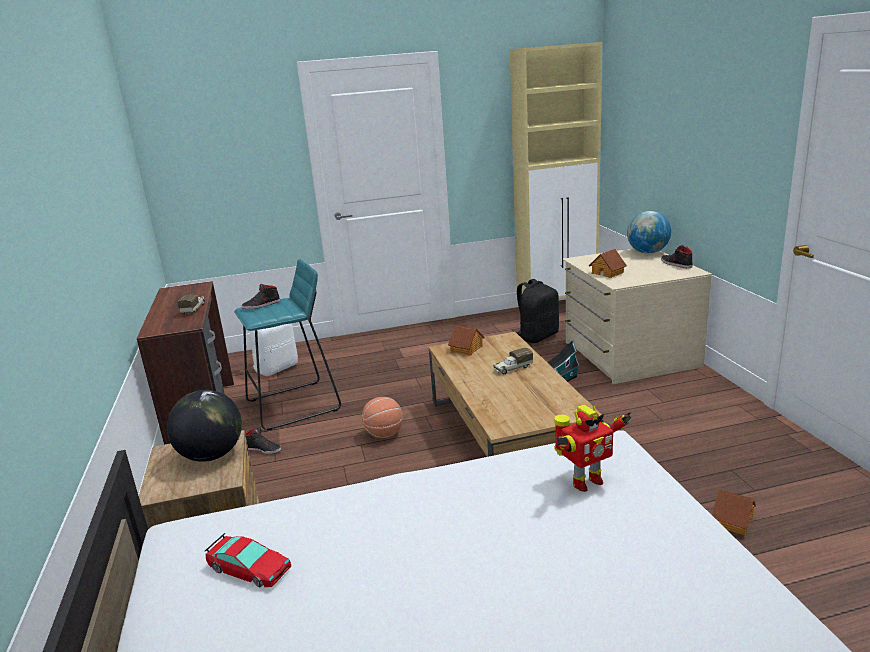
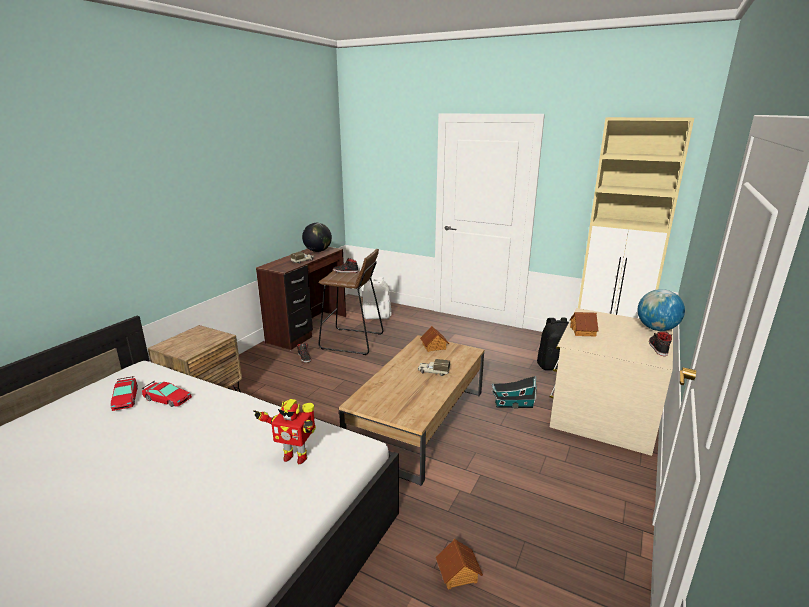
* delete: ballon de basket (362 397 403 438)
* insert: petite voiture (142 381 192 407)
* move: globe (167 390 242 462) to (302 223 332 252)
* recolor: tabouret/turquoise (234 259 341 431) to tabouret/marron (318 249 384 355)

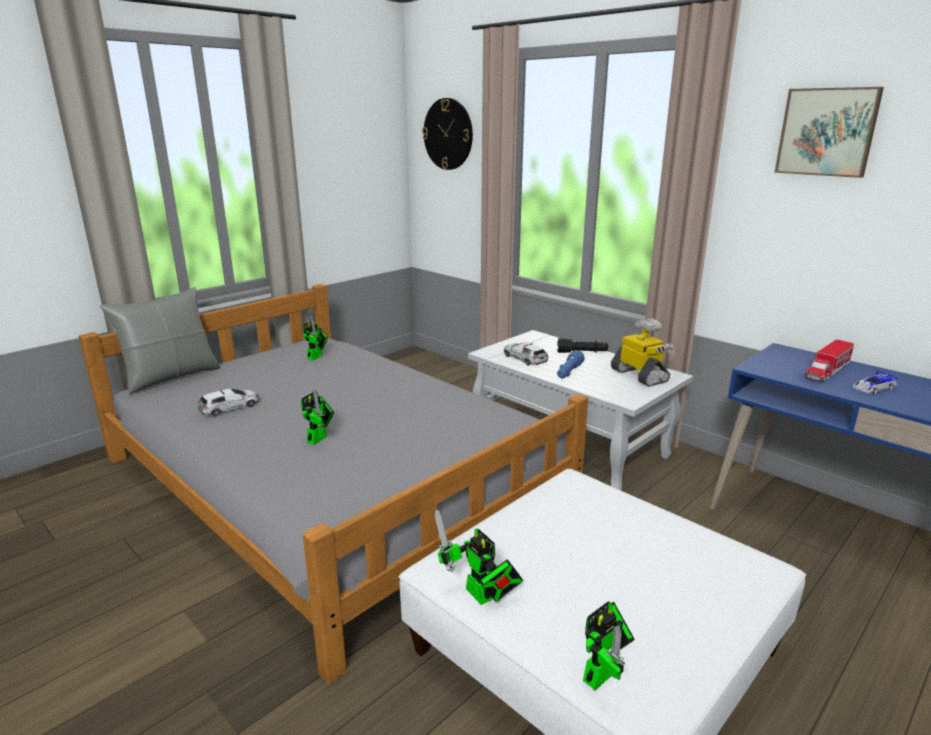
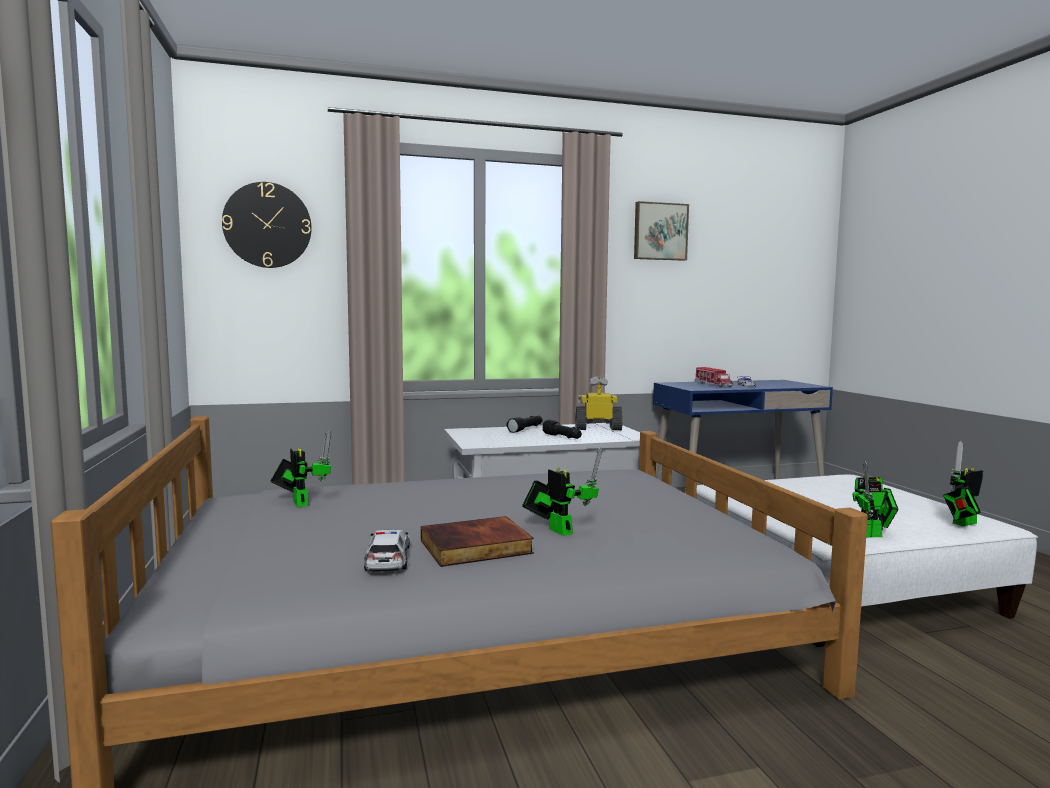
* delete: coussin/gris (100 287 220 394)
* delete: petite voiture (504 343 548 366)
* insert: livre (421 516 534 567)
* recolor: lampe de poche/bleu (557 350 585 378) to lampe de poche/noir (543 420 582 439)
* rotate: robot jouet (583 602 635 690) = (943 441 983 526) 105 degrees counterclockwise

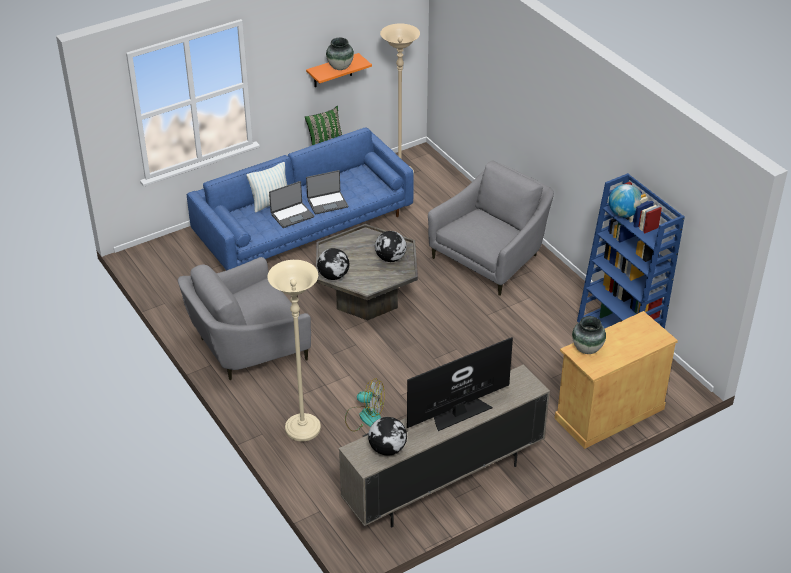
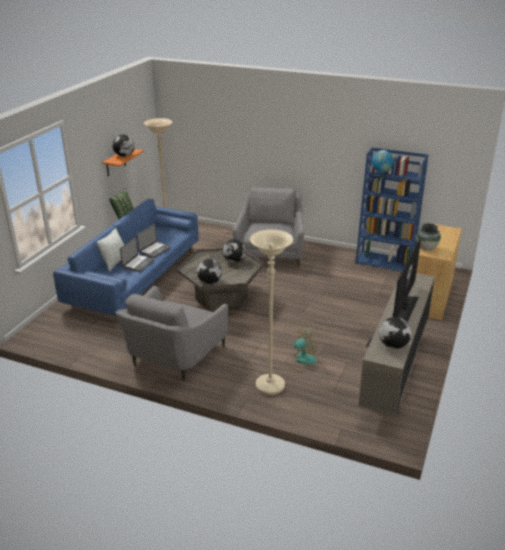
* replace: vase (326 38 354 70) to globe (112 134 135 157)

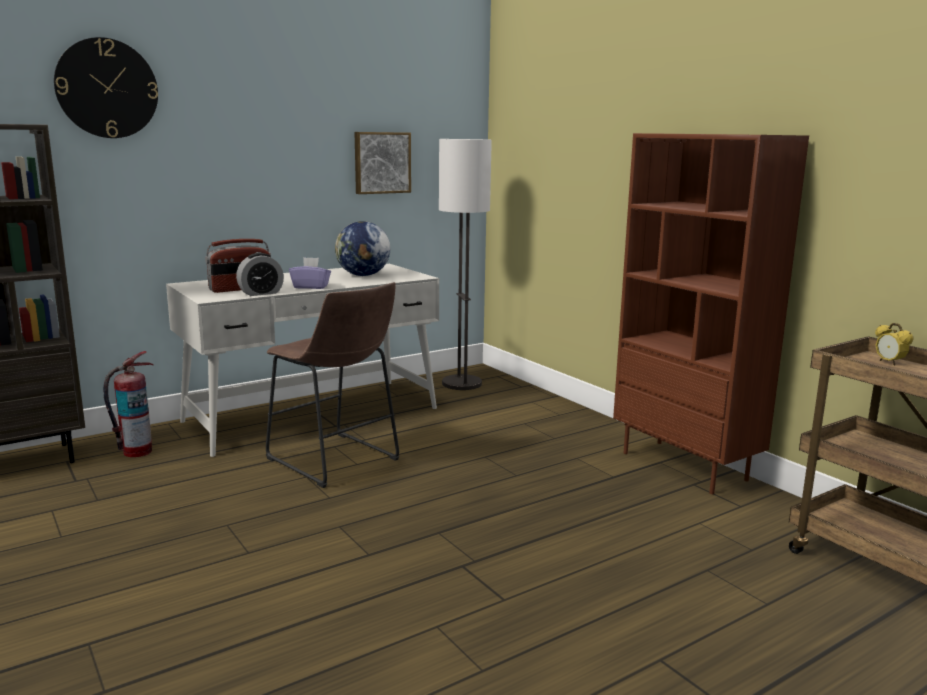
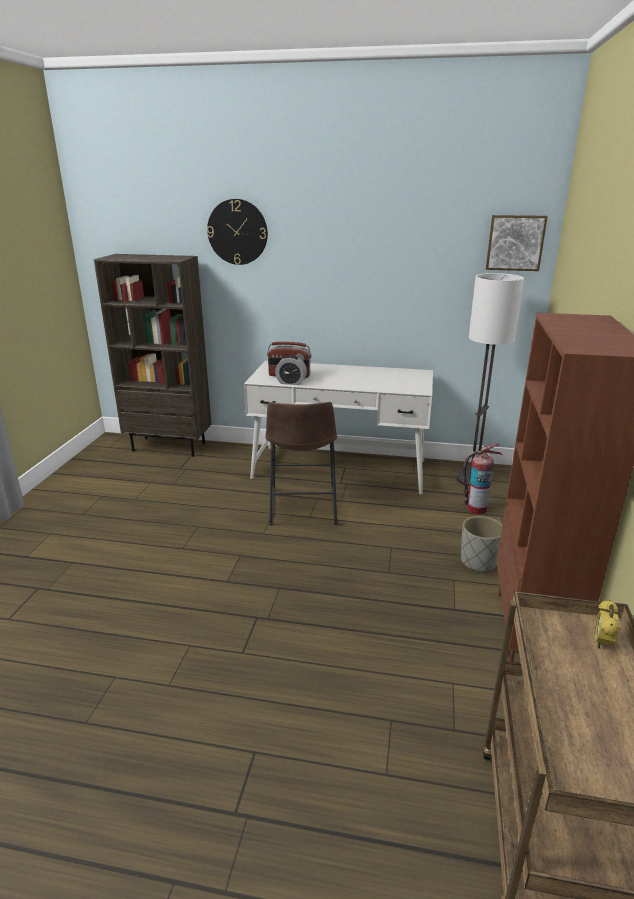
* delete: boîte à mouchoirs/violet (289 257 331 289)
* delete: globe (335 221 390 276)
* insert: cache-pot/gris (461 516 502 573)
* move: extincteur (103 351 154 457) to (463 444 502 515)
* move: tableau (355 132 411 194) to (486 215 548 271)

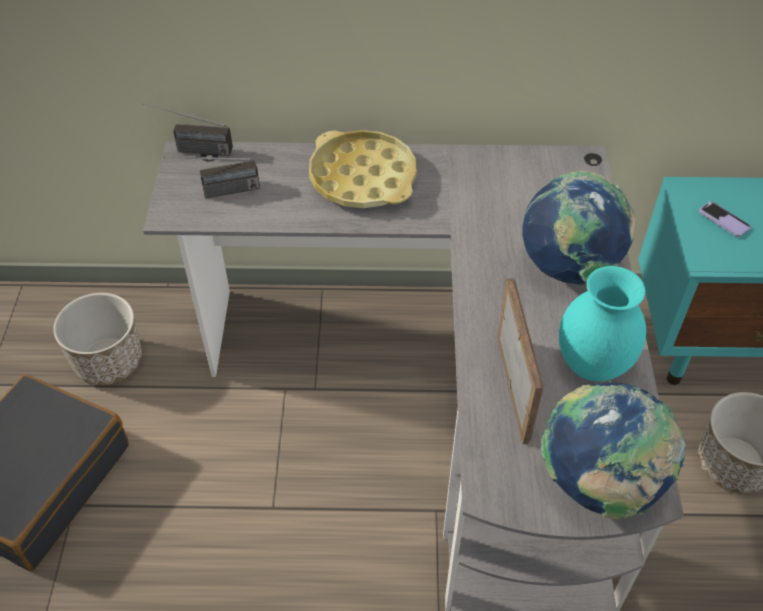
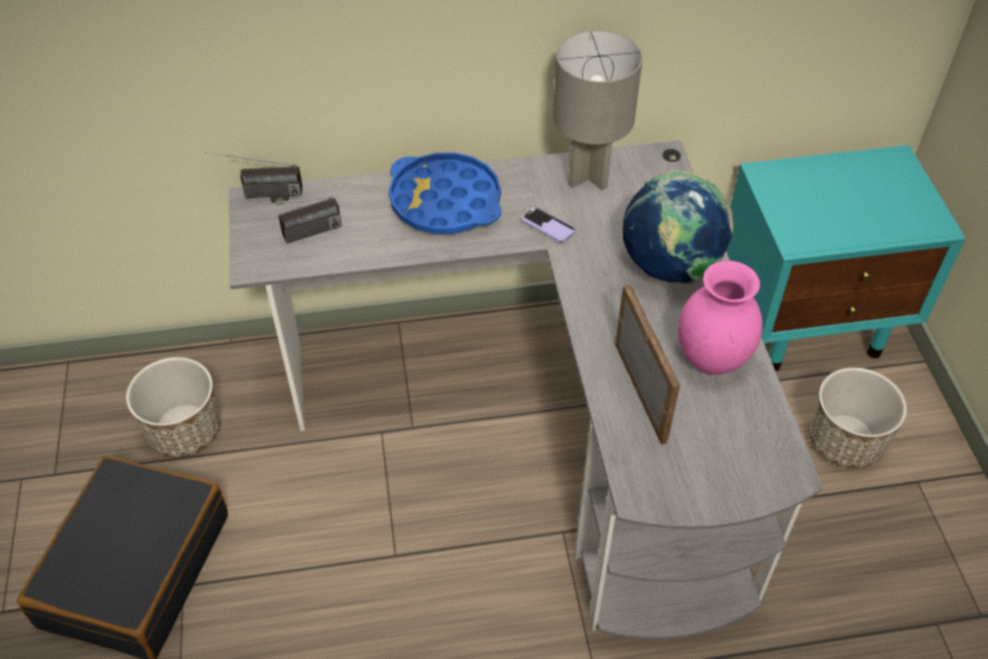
* delete: globe (541 382 686 520)
* insert: lampe de table/gris (553 30 643 190)
* move: téléphone (699 202 751 237) to (521 207 576 243)
* recolor: plateau/jaune (309 130 417 208) to plateau/bleu (389 152 502 234)
* recolor: vase/turquoise (559 266 646 382) to vase/rose (678 261 762 375)

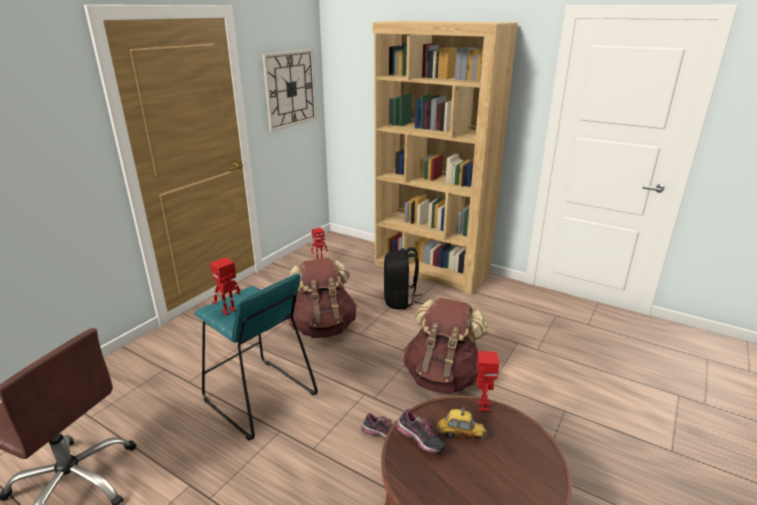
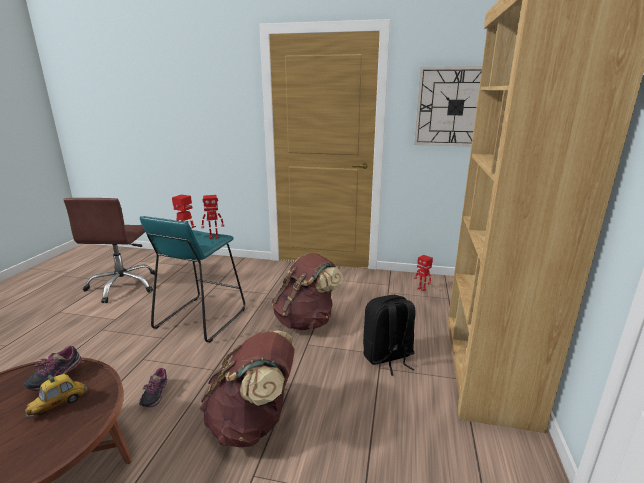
* move: robot jouet (477 351 499 412) to (201 195 224 239)
* rotate: petite voiture (436 407 487 439) = (25 374 88 418) 45 degrees clockwise

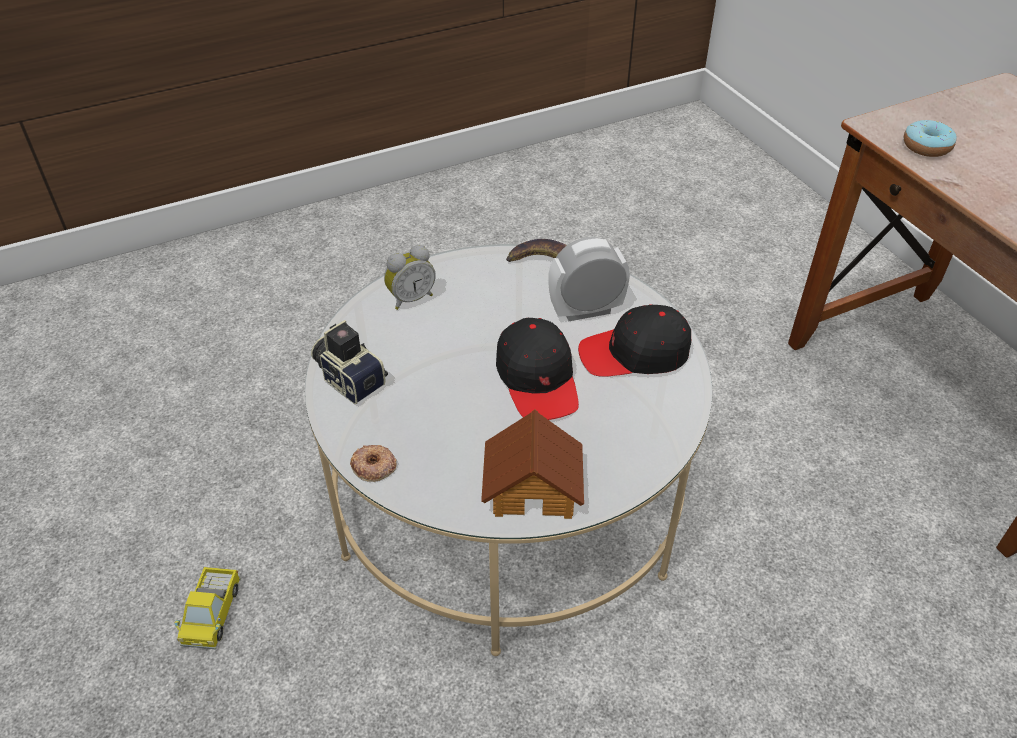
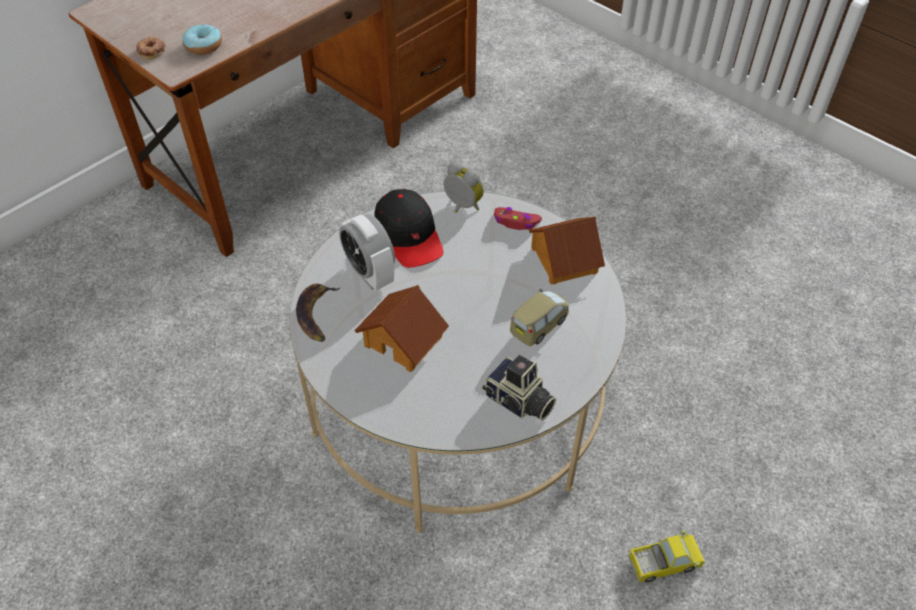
* delete: casquette/noir (496 318 579 420)
* insert: maison miniature (354 285 449 372)
* insert: manette/rouge (494 207 542 230)
* insert: petite voiture (510 289 569 346)
* move: beignet (350 445 396 482) to (136 37 166 59)
* move: réveil (384 245 436 310) to (444 162 484 213)
* rotate: appareil photo (311 320 388 405) = (482 355 556 421) 75 degrees counterclockwise

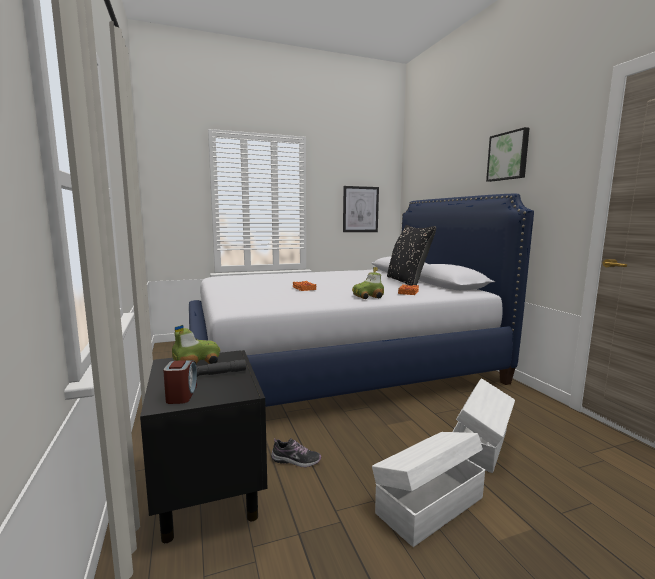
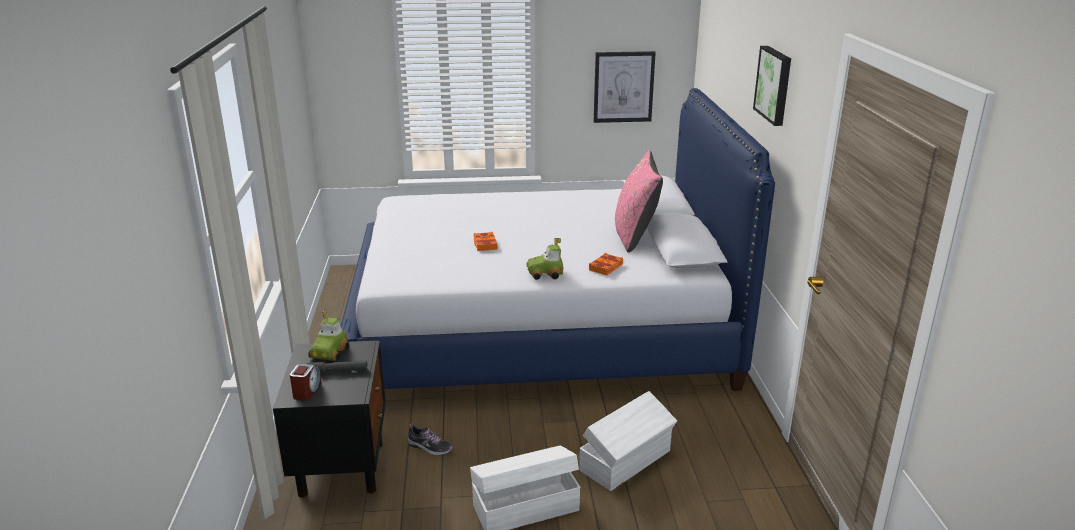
* recolor: coussin/noir (387 225 436 285) to coussin/rose (615 150 663 253)
* rotate: petite voiture (172 325 220 364) = (308 310 349 361) 120 degrees clockwise

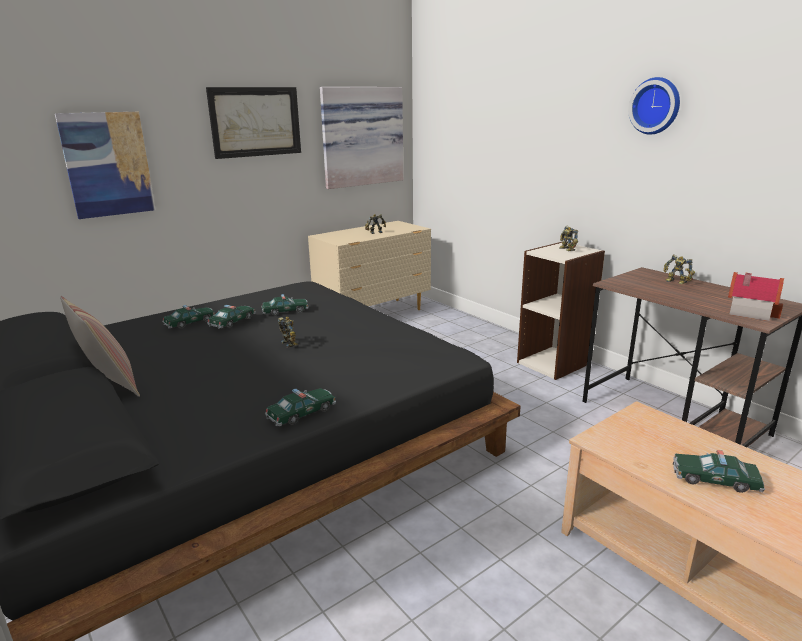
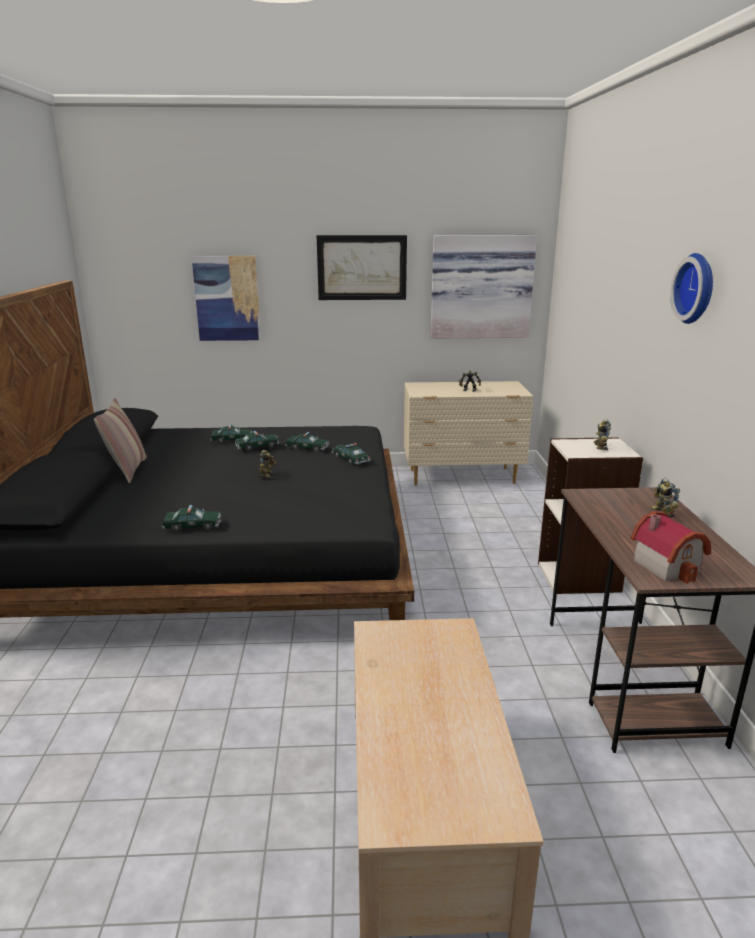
* move: petite voiture (673 450 765 493) to (332 443 371 465)

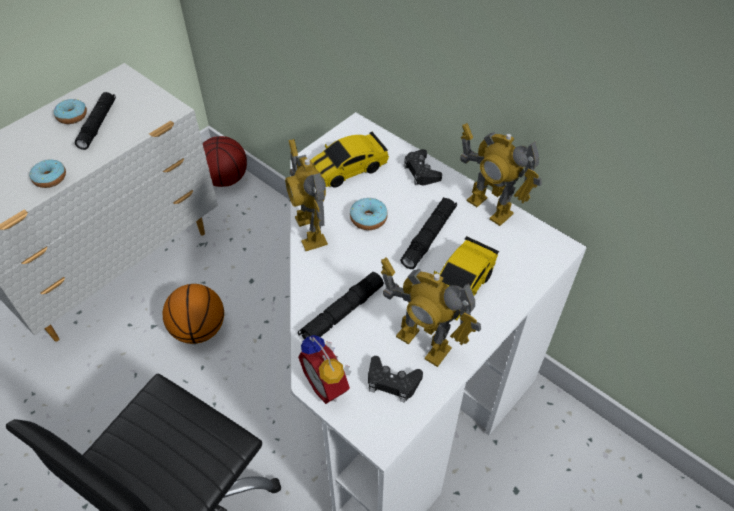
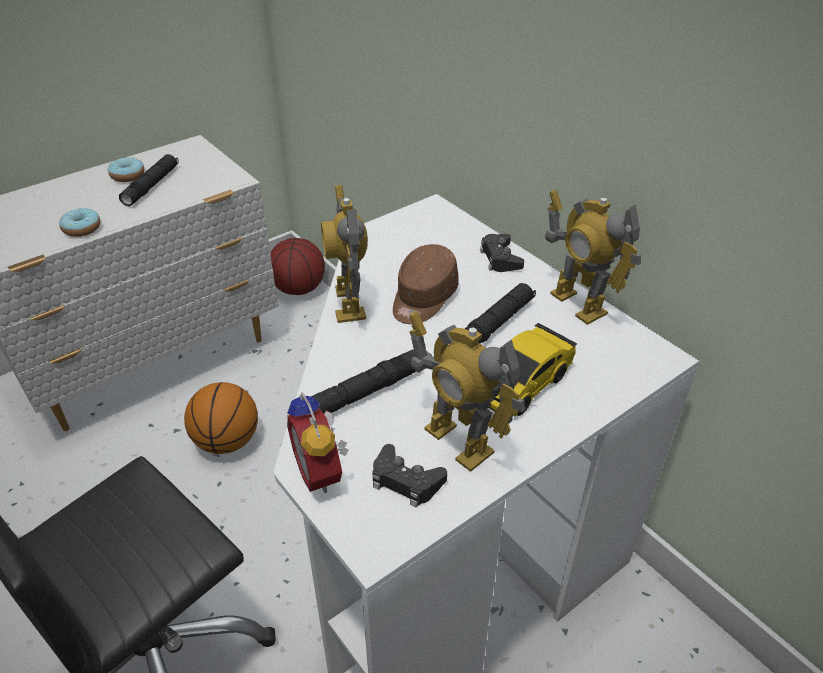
* delete: petite voiture (311 132 389 188)
* replace: beignet (350 198 388 230) to casquette/marron (393 244 459 324)

